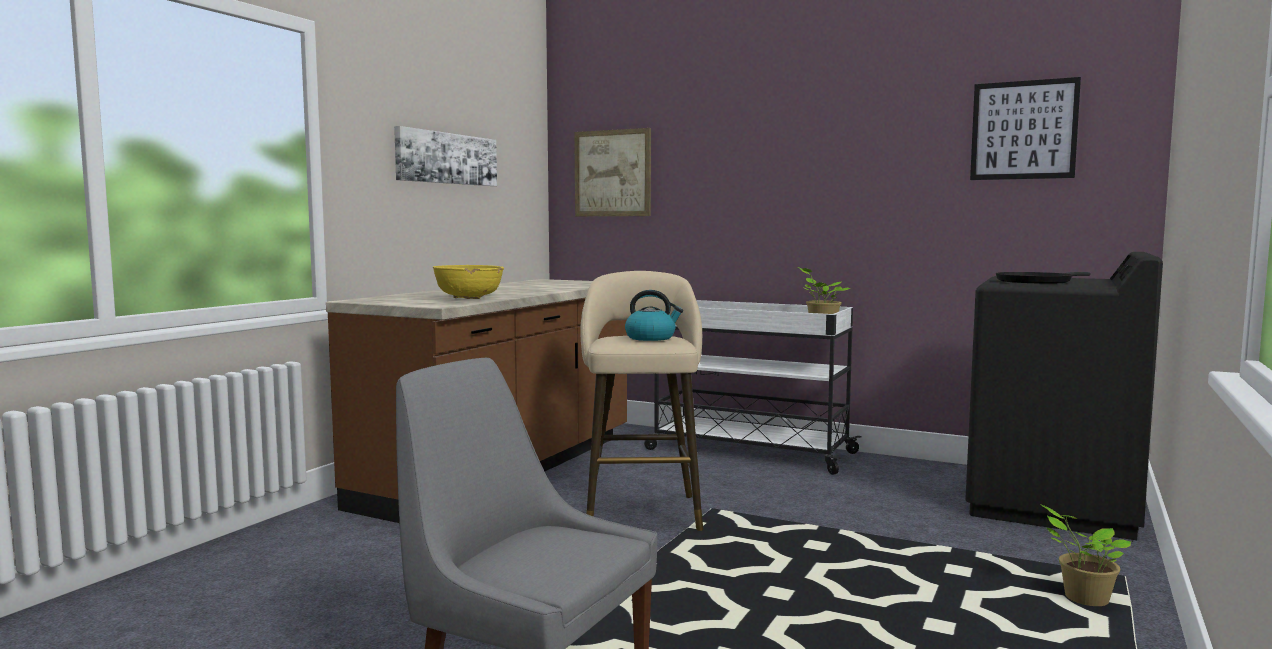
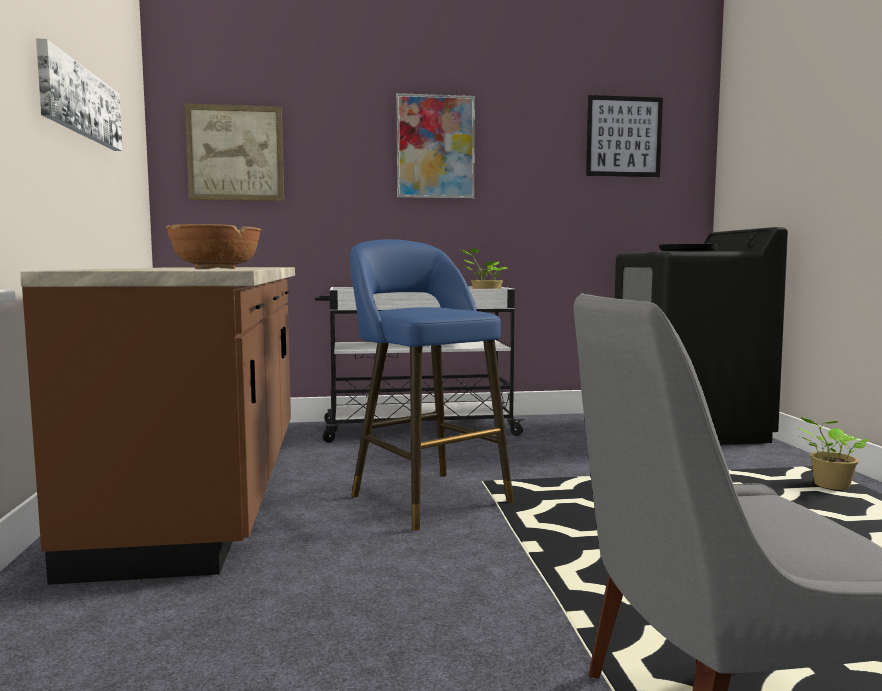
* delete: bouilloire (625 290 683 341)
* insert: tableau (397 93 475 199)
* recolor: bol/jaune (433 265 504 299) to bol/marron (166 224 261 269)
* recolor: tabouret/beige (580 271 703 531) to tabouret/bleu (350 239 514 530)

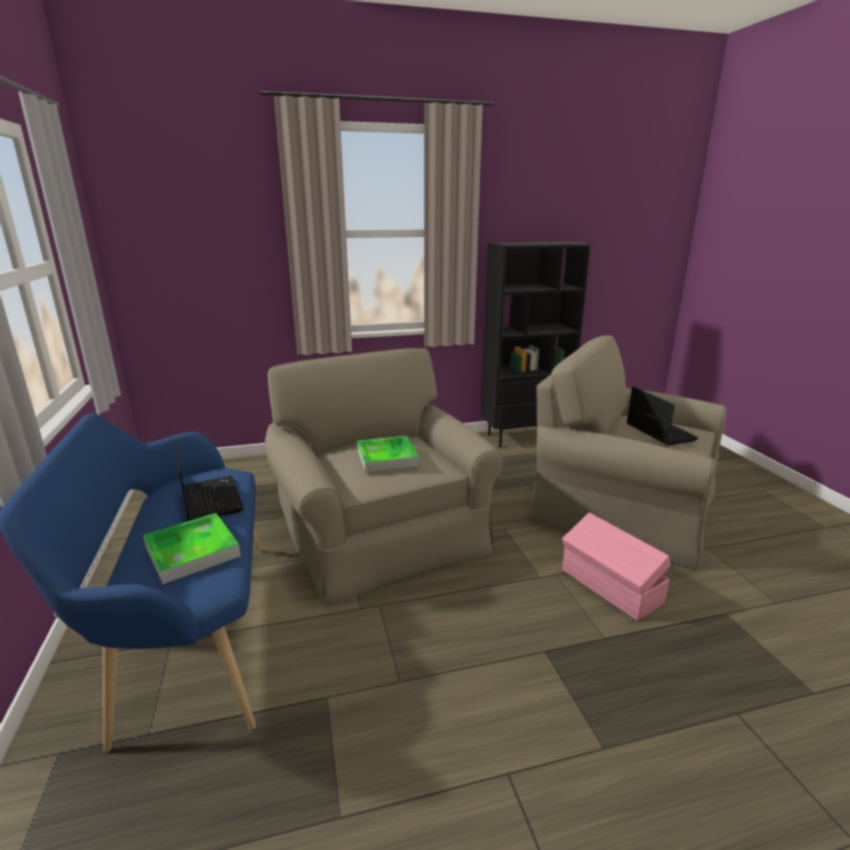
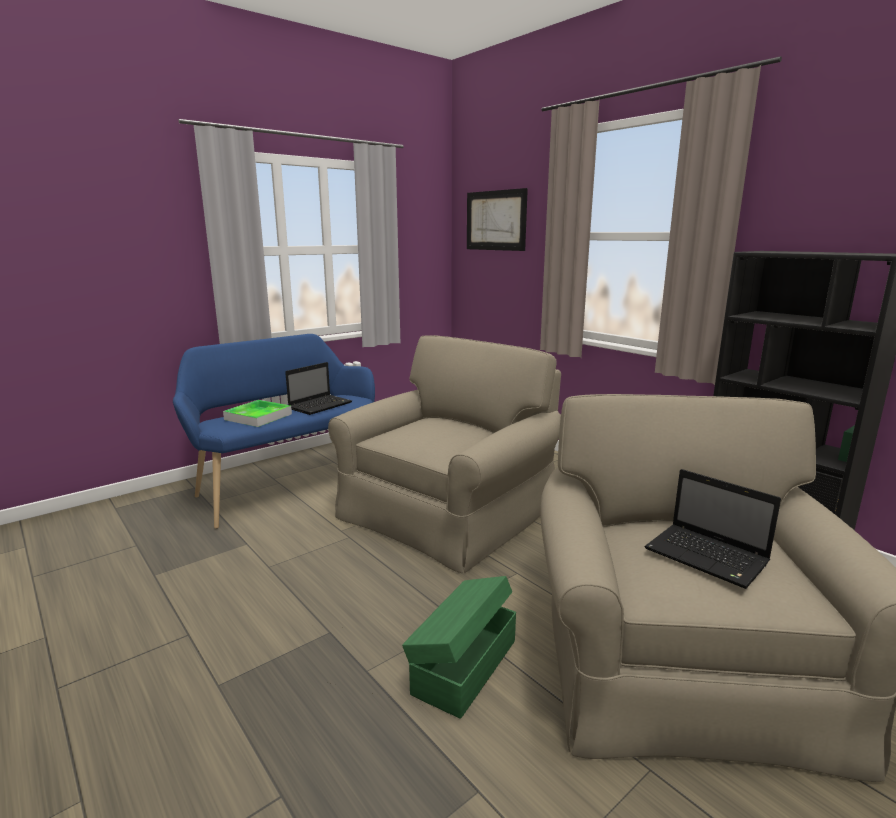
* delete: plateau (357 436 419 472)
* insert: tableau (467 188 528 251)
* recolor: boîte de rangement/rose (562 513 670 621) to boîte de rangement/vert (402 576 516 719)
* rotate: ordinateur portable (627 386 699 445) = (645 469 781 589) 90 degrees clockwise

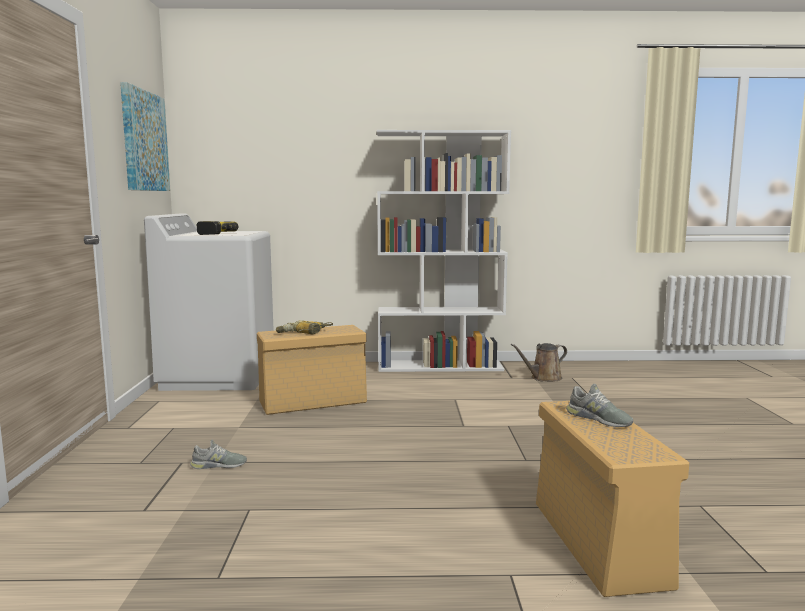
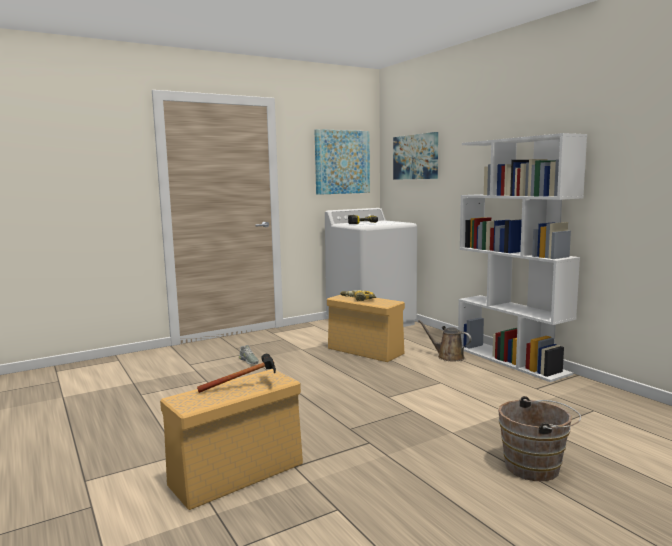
* insert: tableau (393 132 438 180)
* insert: seau/marron (498 396 581 481)
* move: arrosoir/marron (511 343 567 381) to (418 320 472 361)
* replace: chaussure/gris (566 384 633 427) to marteau (197 354 276 393)

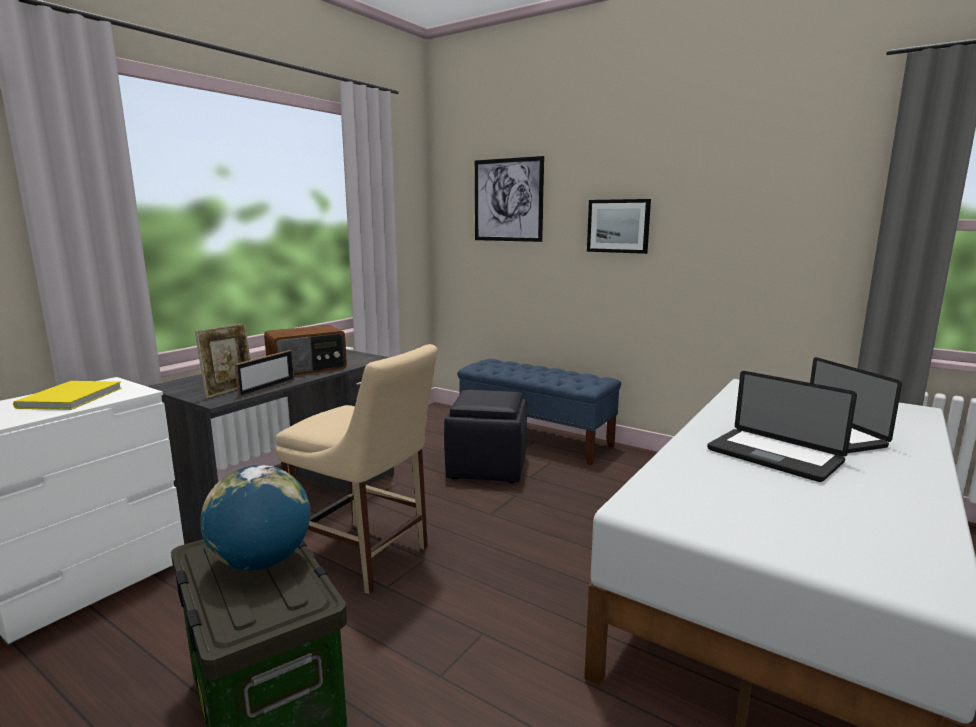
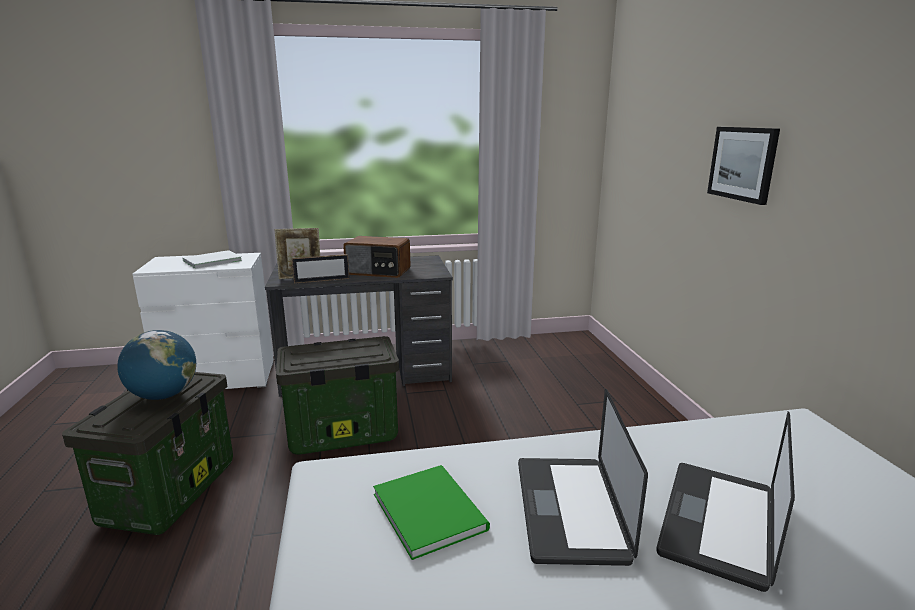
* delete: pouf/noir (444 390 527 483)
* delete: banc/bleu (457 359 621 465)
* delete: tableau (475 156 544 242)
* insert: livre/vert (373 465 490 560)
* replace: chaise/beige (276 344 437 595) to boîte de rangement (276 336 399 455)
* recolor: livre/jaune (13 381 122 410) to livre/blanc (183 250 242 269)

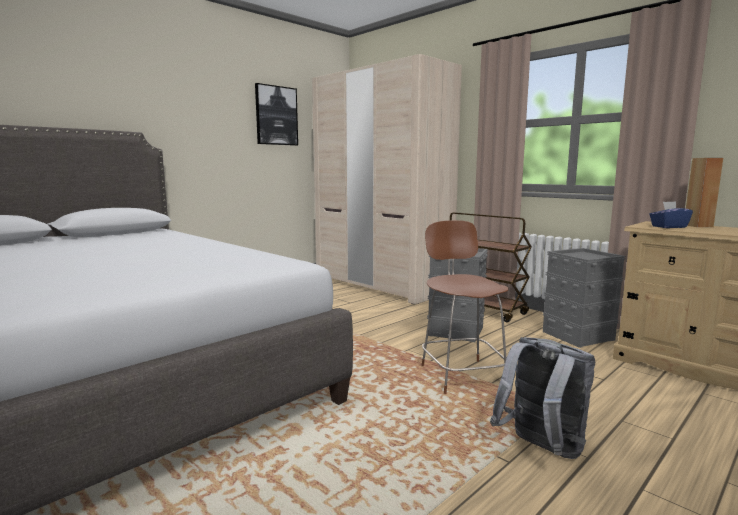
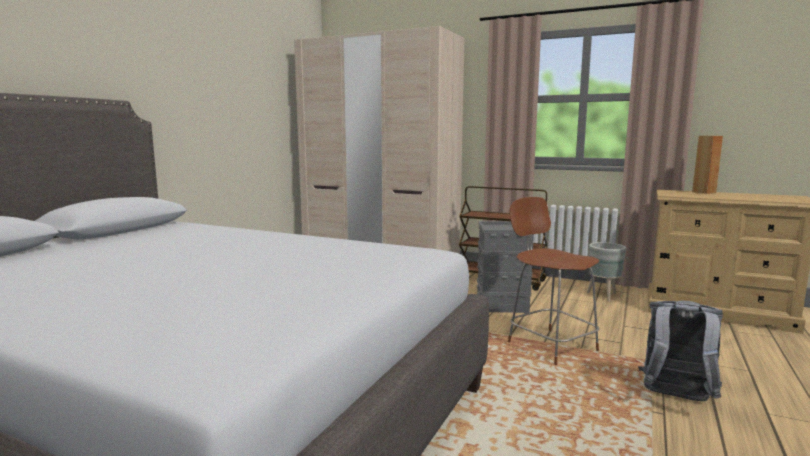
* delete: tableau (255 83 298 146)
* delete: boîte à mouchoirs/bleu (649 201 693 228)
* replace: boîte de rangement/gris (543 248 626 348) to cache-pot/gris (587 242 626 301)

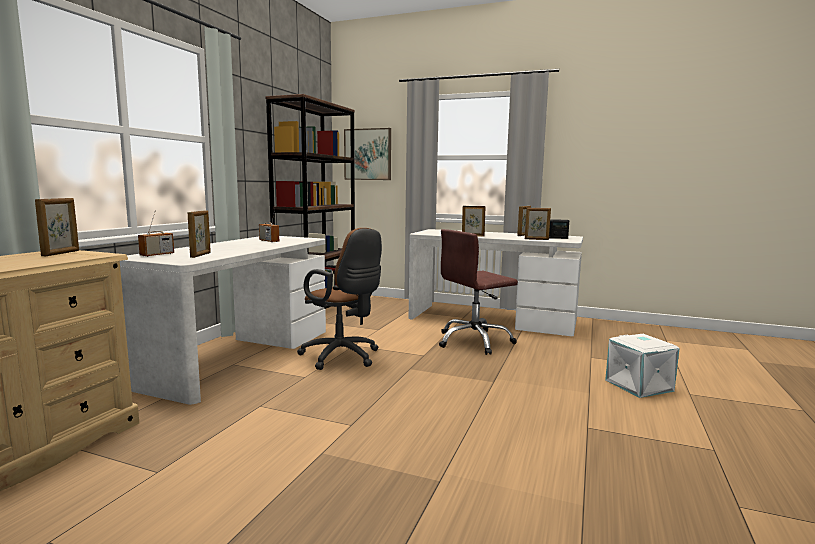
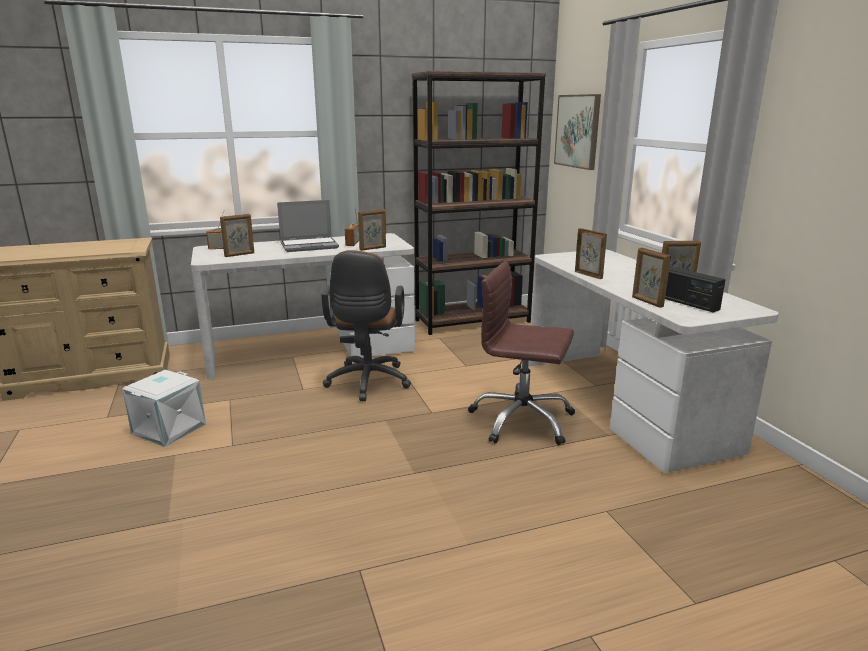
* insert: ordinateur portable (277 200 339 252)
* move: cadre photo (35 198 79 256) to (358 209 386 251)
* move: boîte de rangement/blanc (605 334 680 398) to (122 370 206 447)

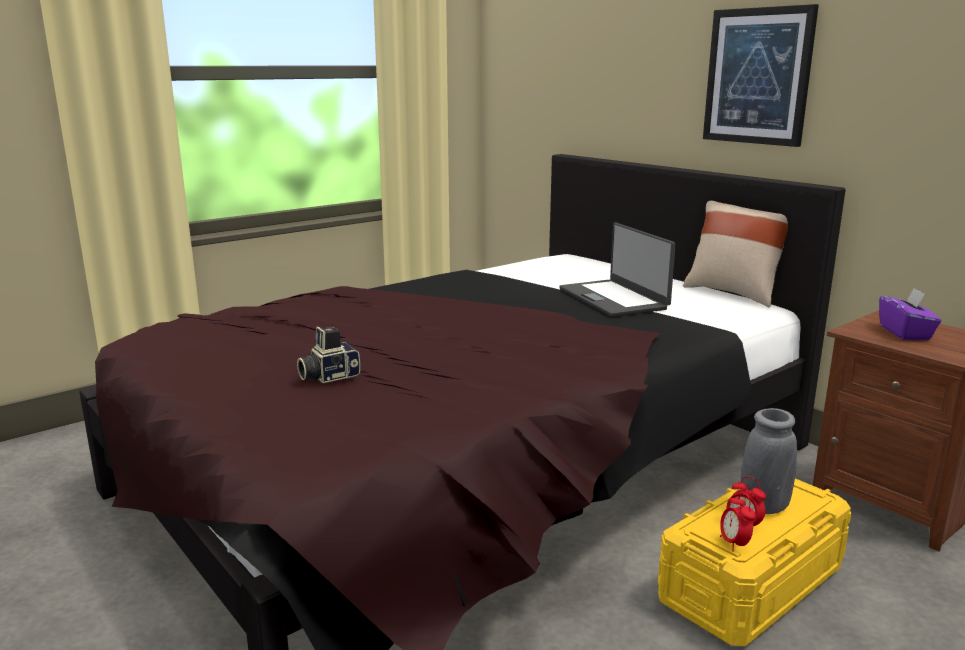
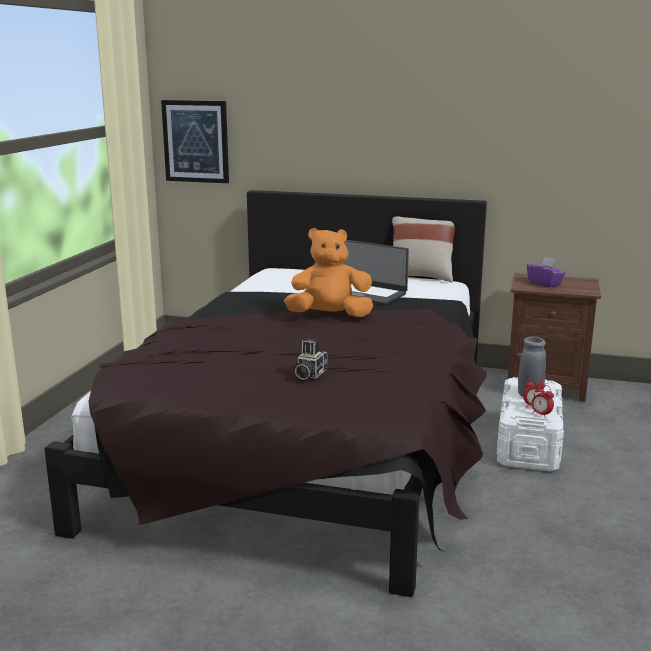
* insert: peluche/orange (284 228 373 317)
* move: tableau (703 4 819 147) to (161 100 229 183)
* recolor: boîte de rangement/jaune (658 479 851 646) to boîte de rangement/blanc (497 377 564 472)

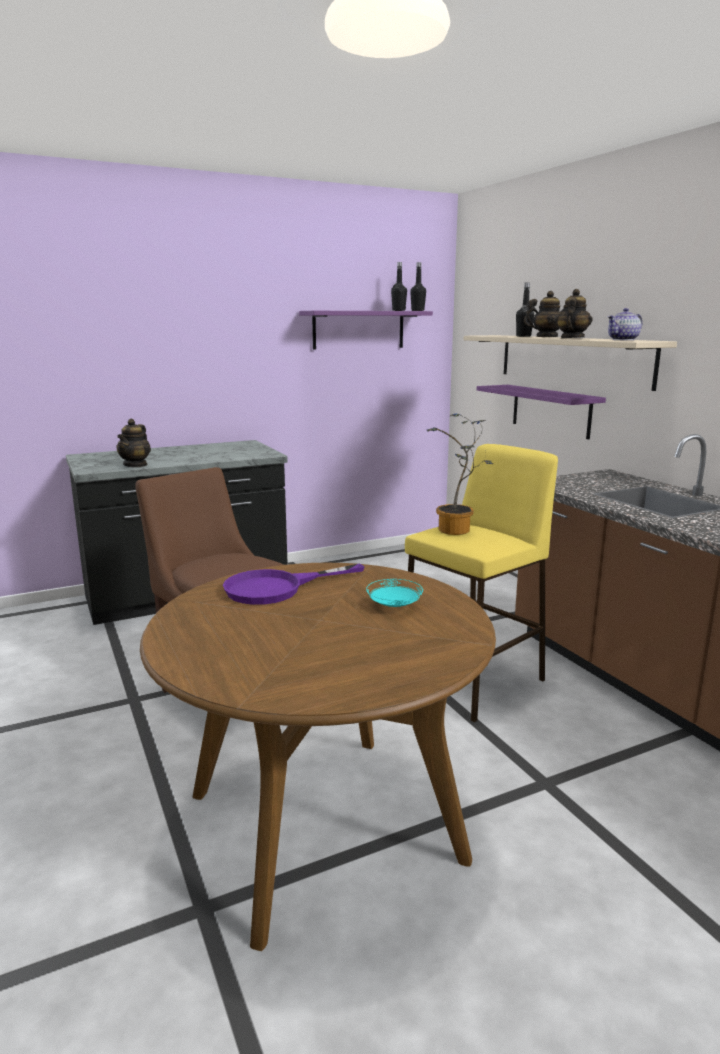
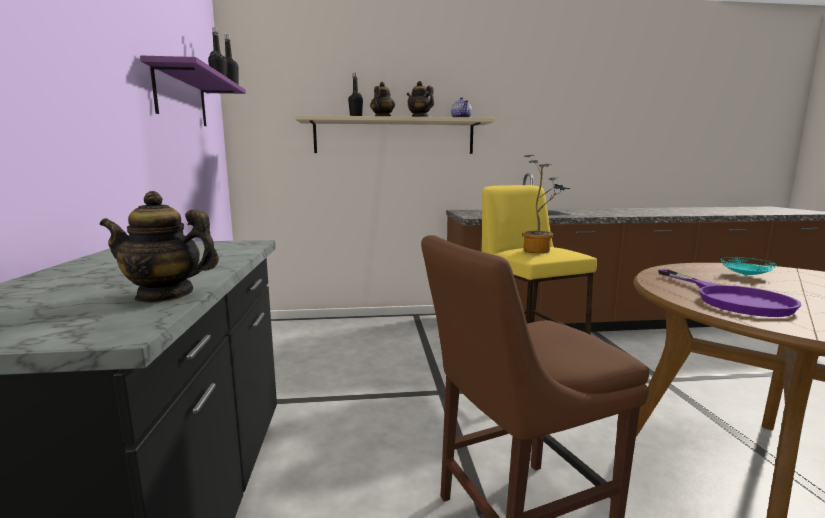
* delete: étagère/violet (477 385 606 439)
* rotate: théière (117 419 151 467) = (100 191 219 303) 150 degrees clockwise

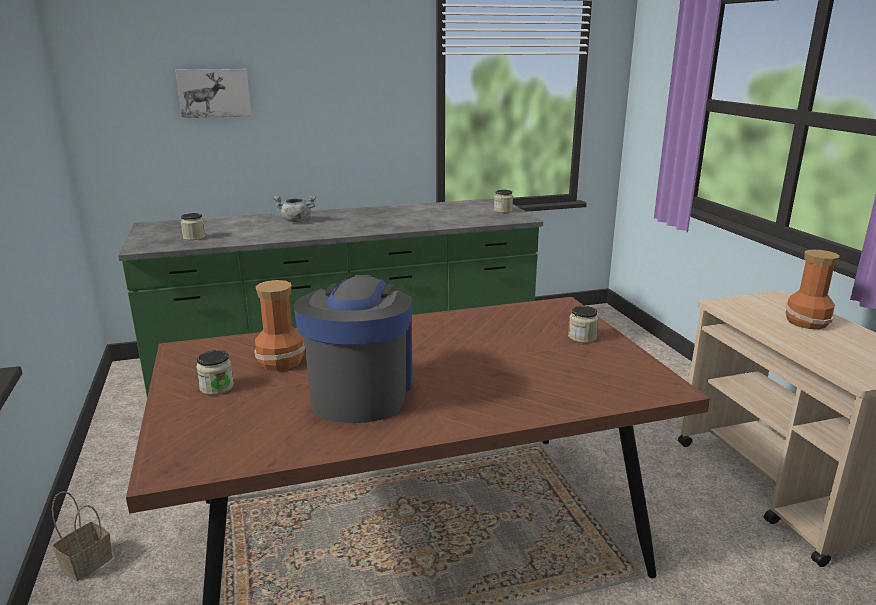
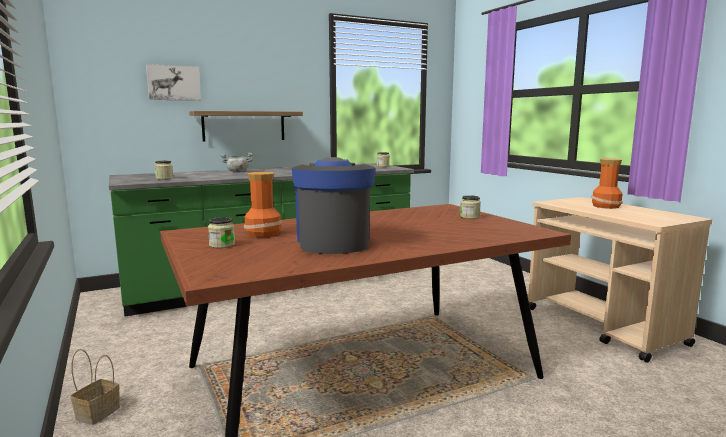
* insert: étagère (189 111 303 141)

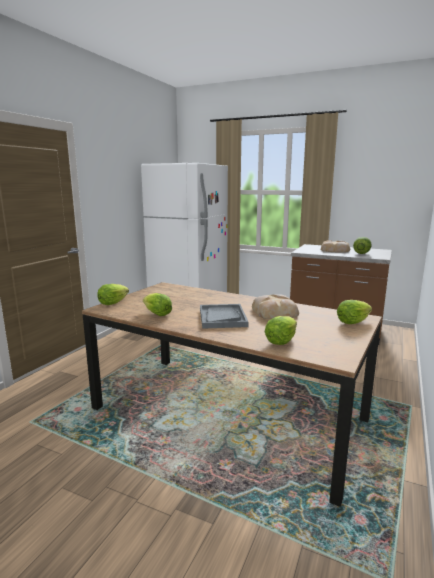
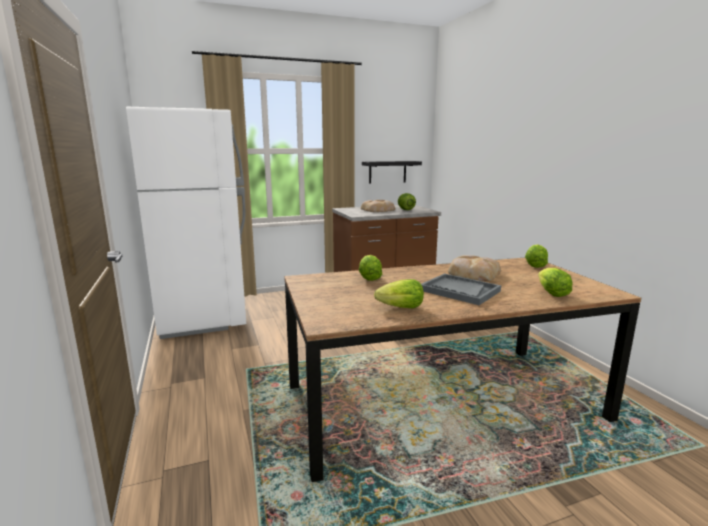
* insert: étagère/noir (362 161 422 184)
* move: laitue (97 284 129 305) to (359 255 382 281)

